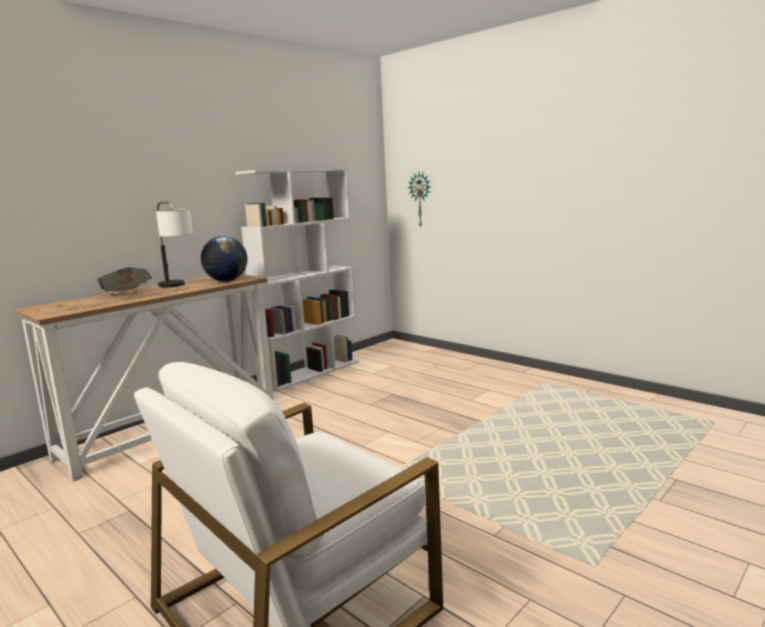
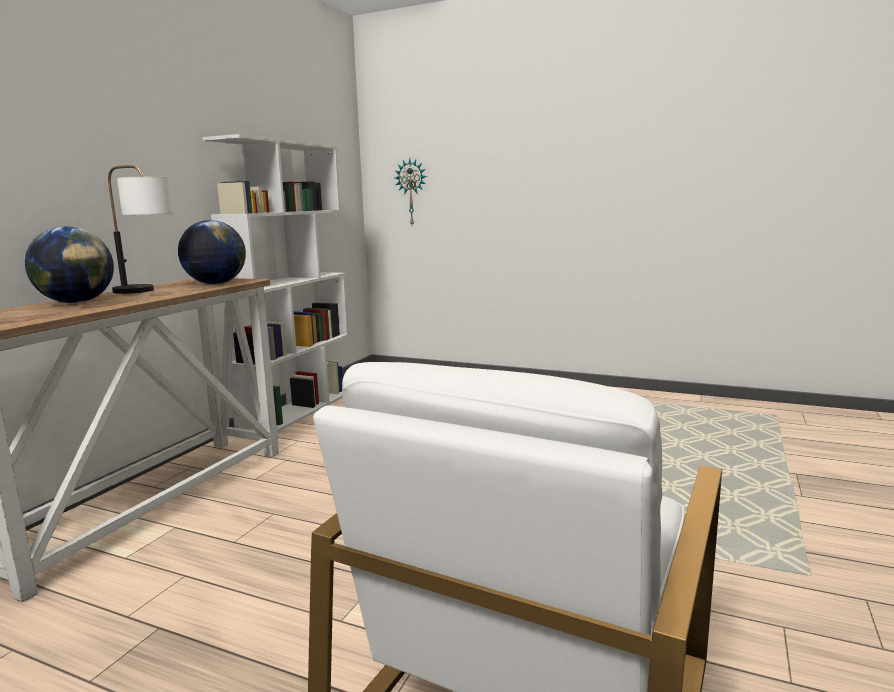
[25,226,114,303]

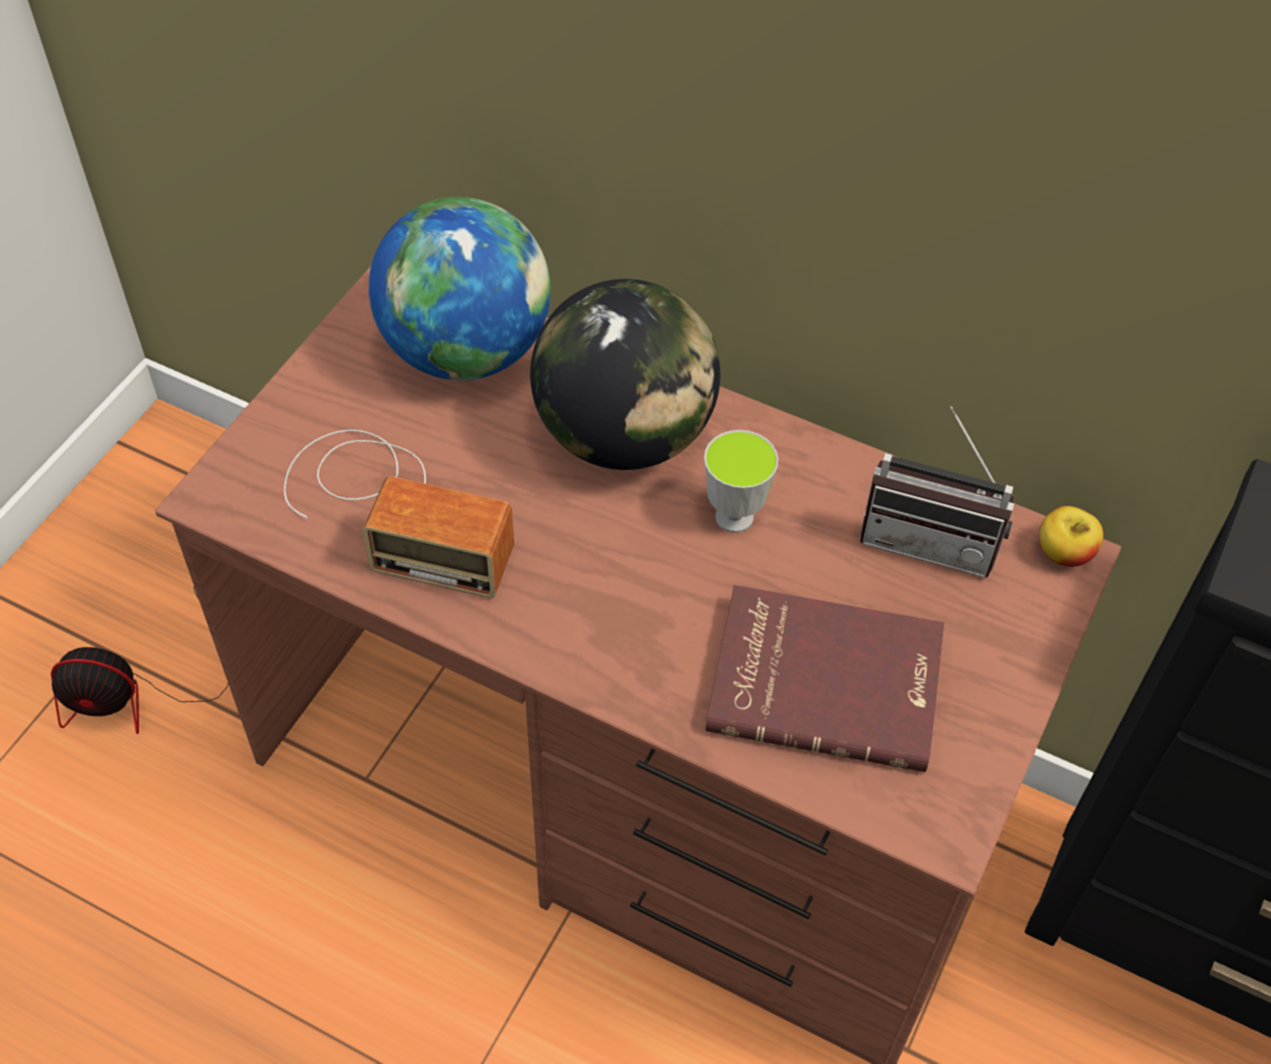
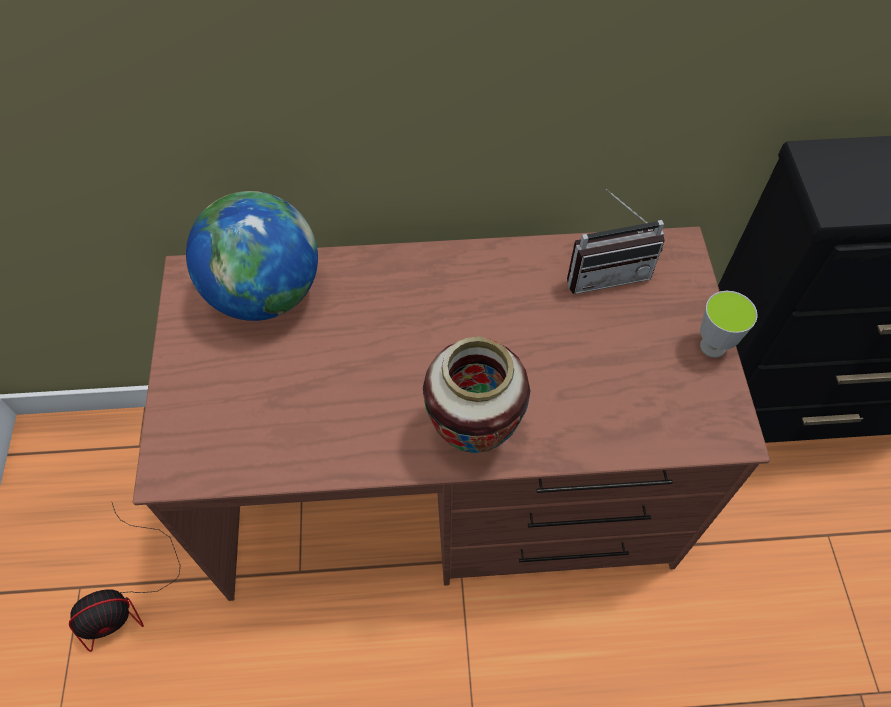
[423,336,530,453]
[700,291,758,358]
[284,430,514,598] (first image)
[530,279,720,470] (first image)
[705,585,944,772] (first image)
[1039,506,1103,567] (first image)

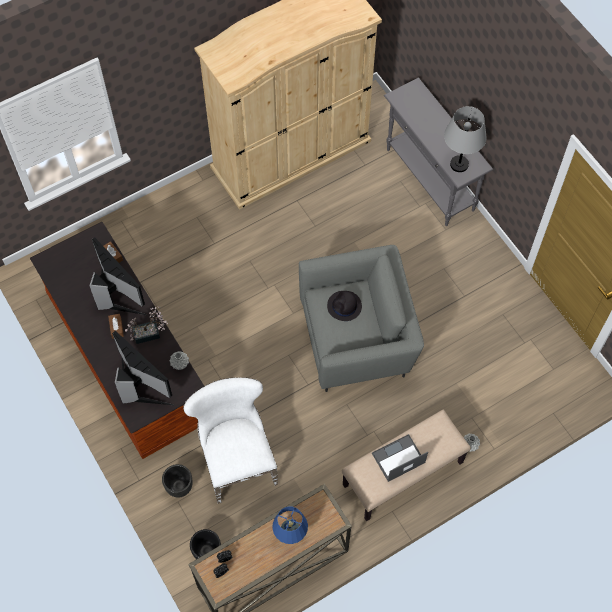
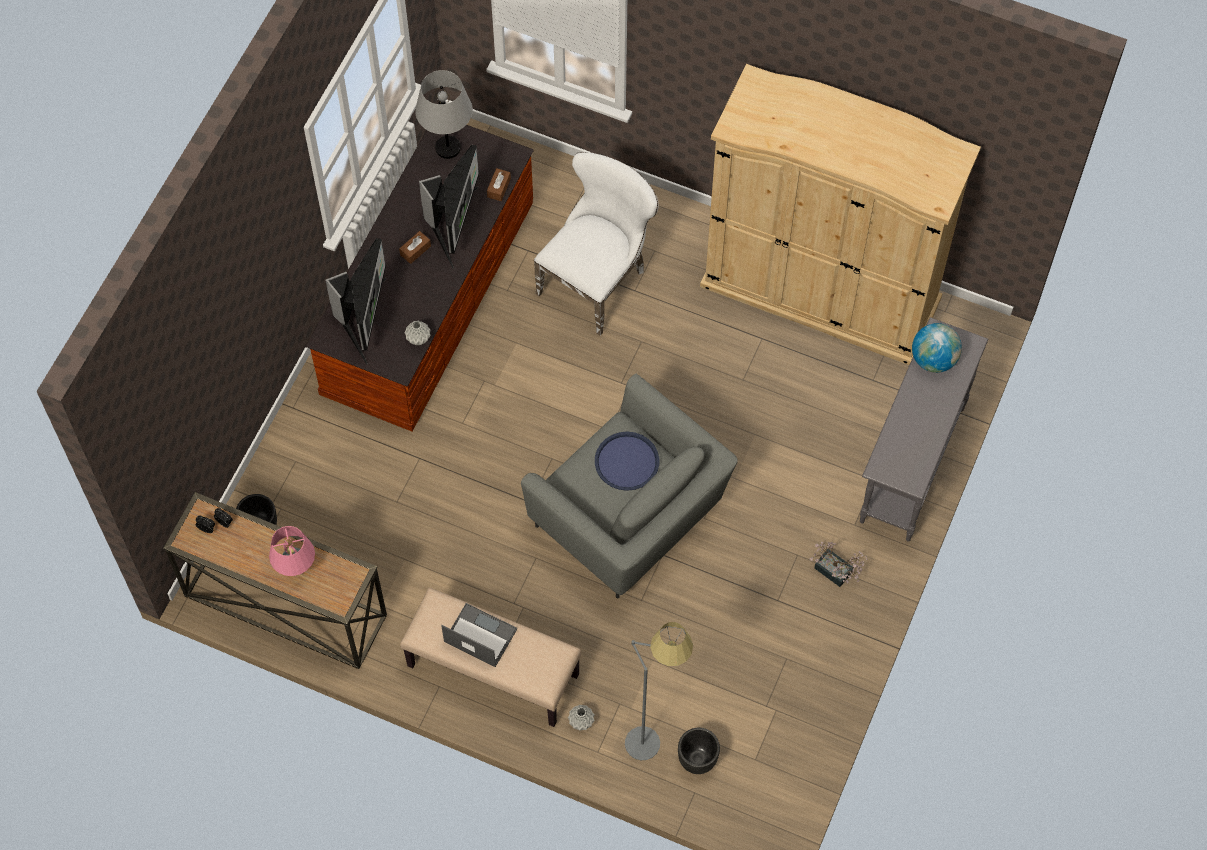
[269,526,315,576]
[415,70,473,159]
[534,152,659,336]
[595,432,659,491]
[625,622,693,760]
[678,728,720,774]
[809,542,867,587]
[912,323,962,373]

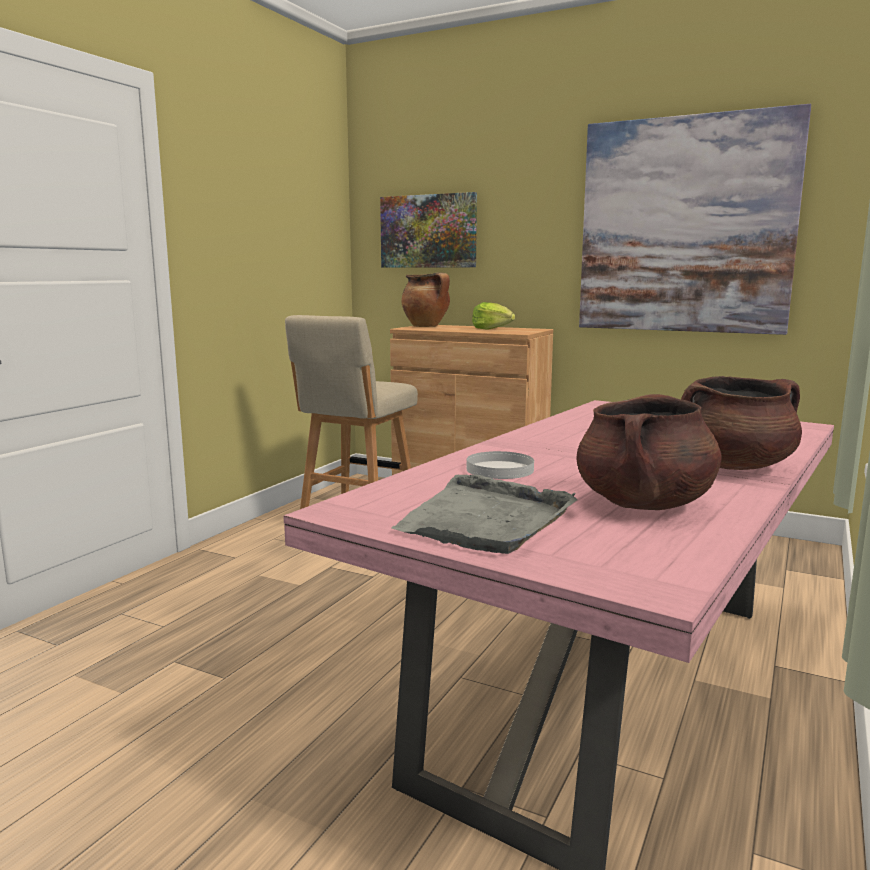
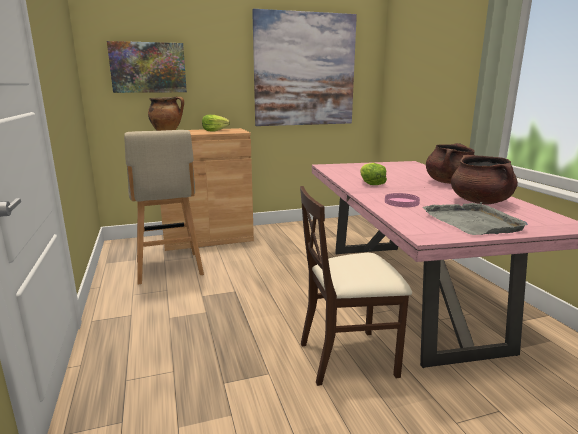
[300,186,412,386]
[360,163,387,185]
[385,193,420,207]

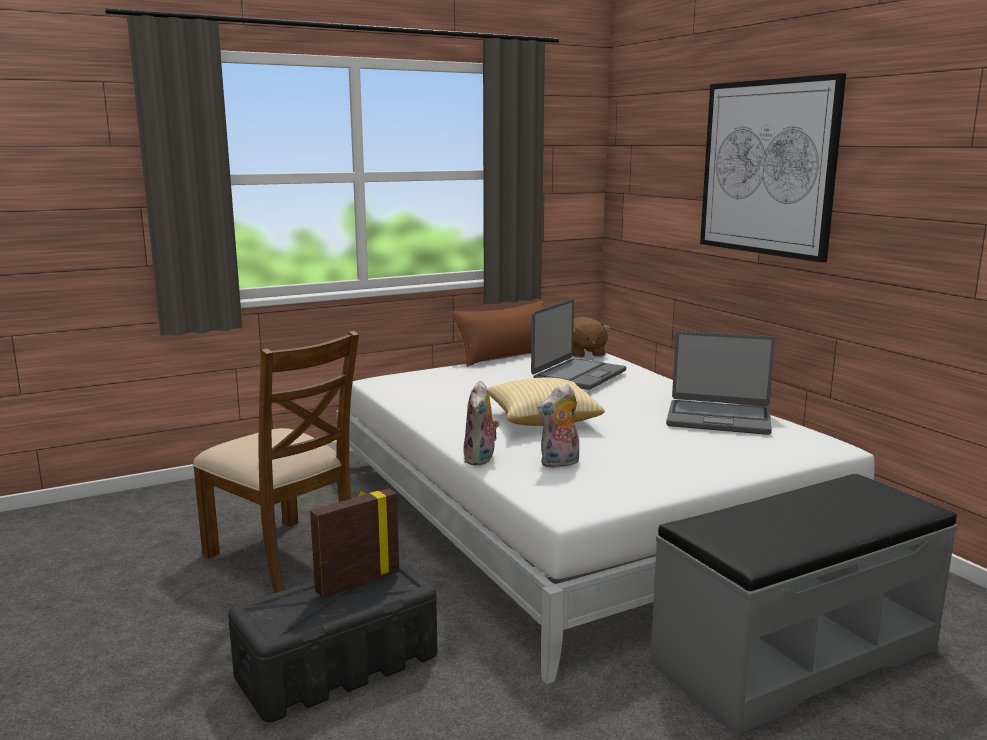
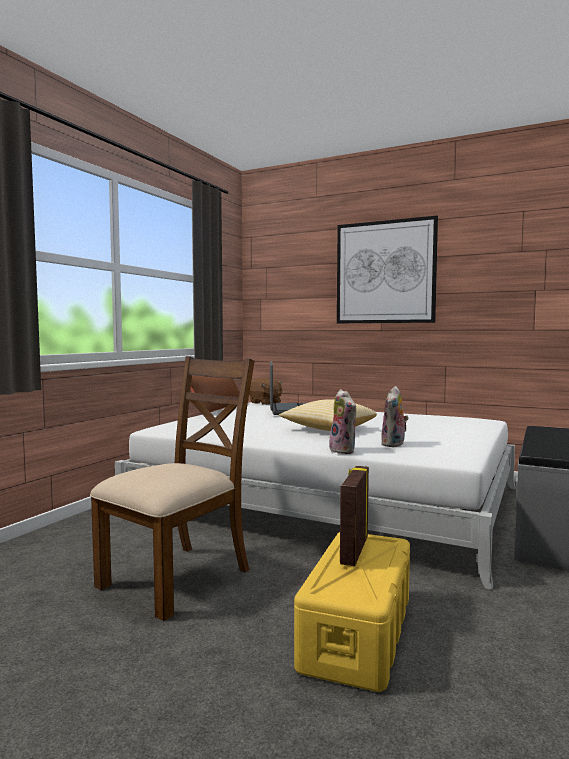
[90,356,255,621]
[294,532,410,692]
[666,331,775,435] (first image)

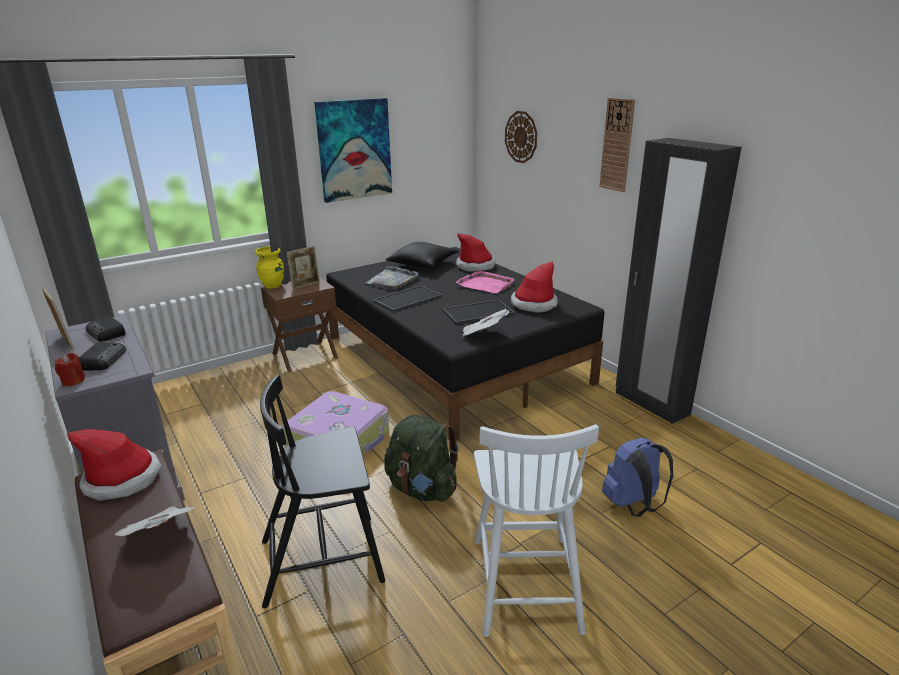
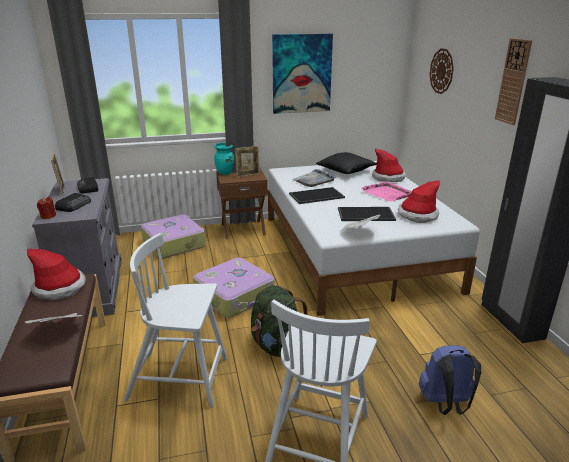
[124,233,227,408]
[141,215,205,258]
[214,143,234,175]
[268,161,480,316]

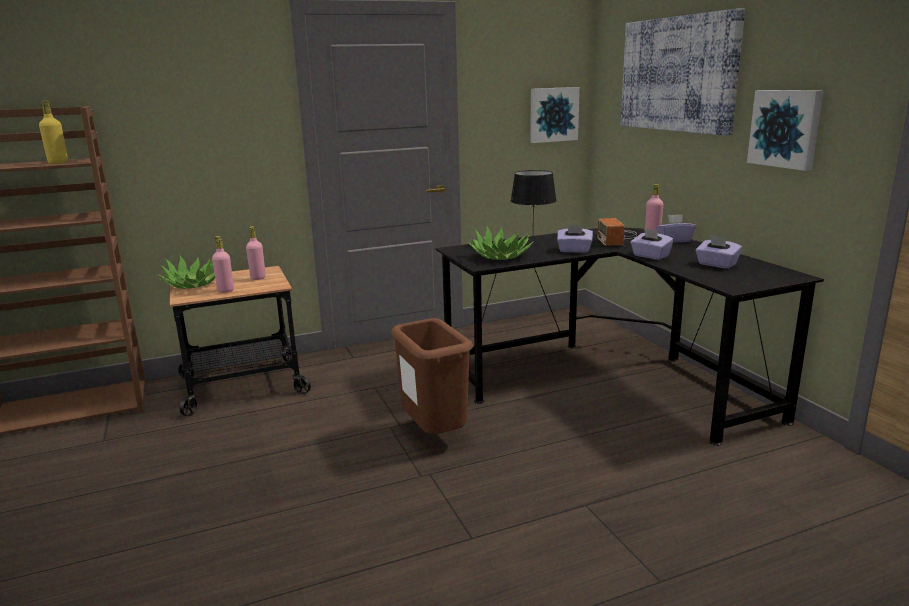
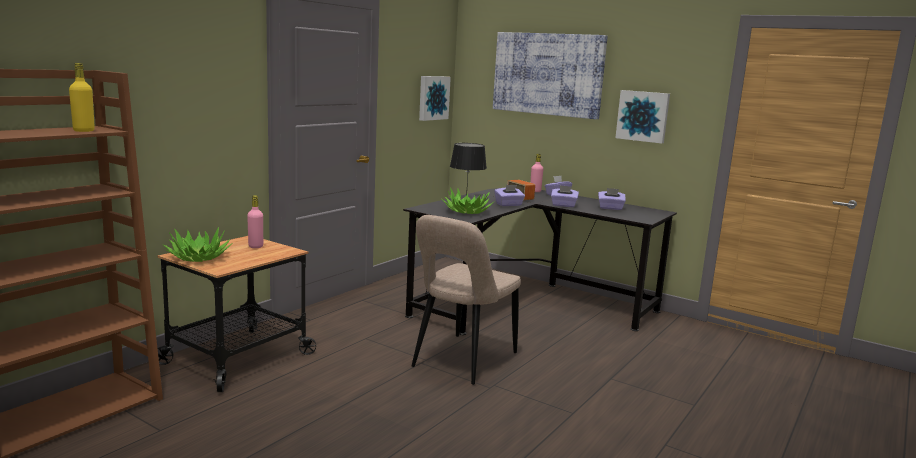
[412,215,521,385]
[212,236,234,293] (first image)

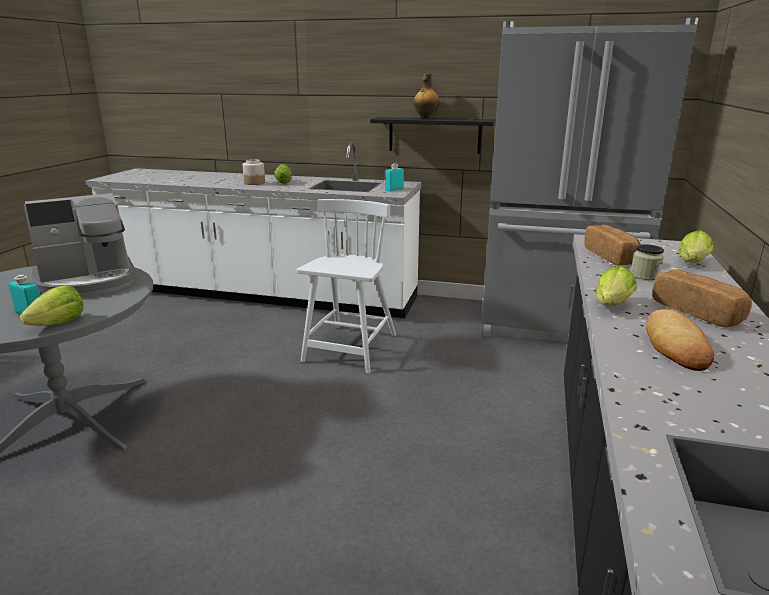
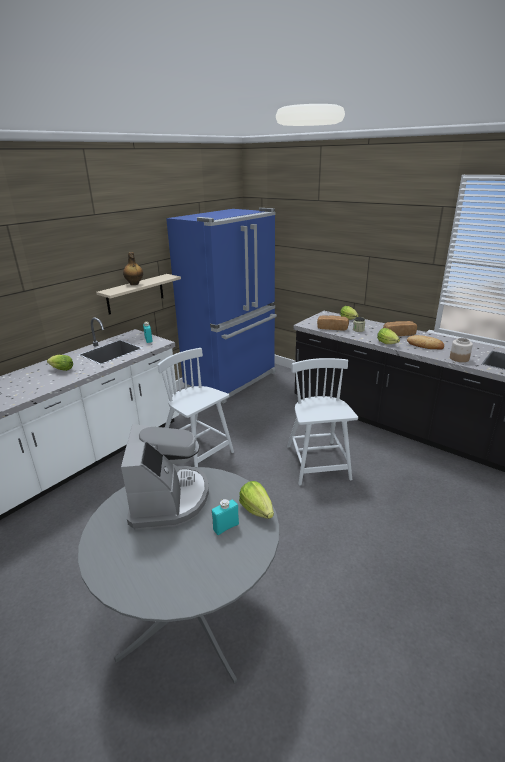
[96,274,181,315]
[166,208,277,403]
[287,358,358,485]
[450,338,473,362]

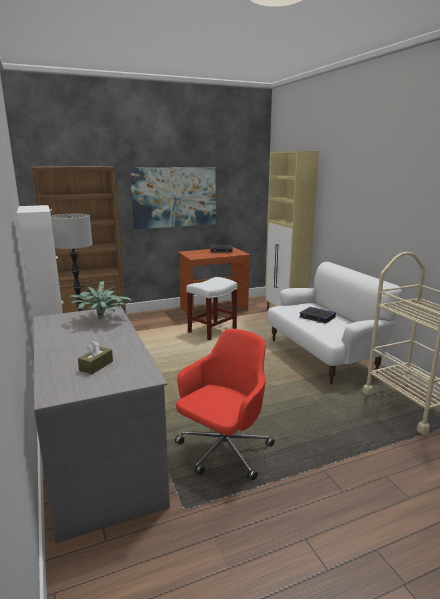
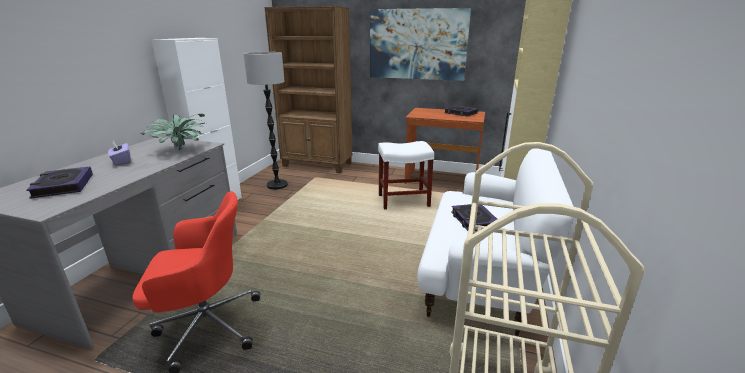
[26,166,93,199]
[108,141,131,166]

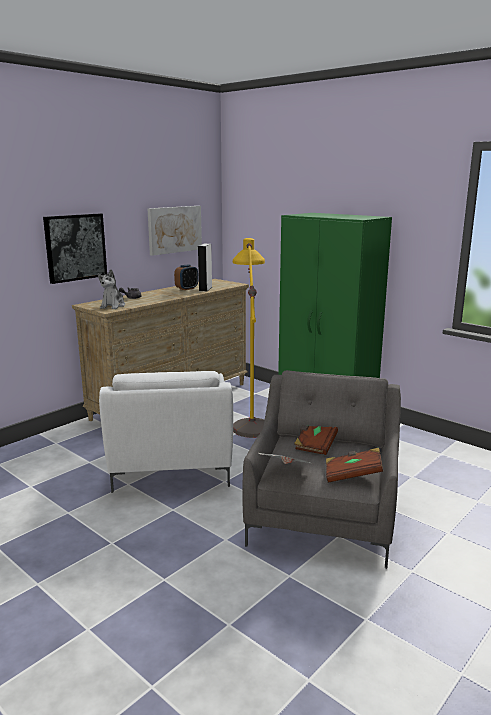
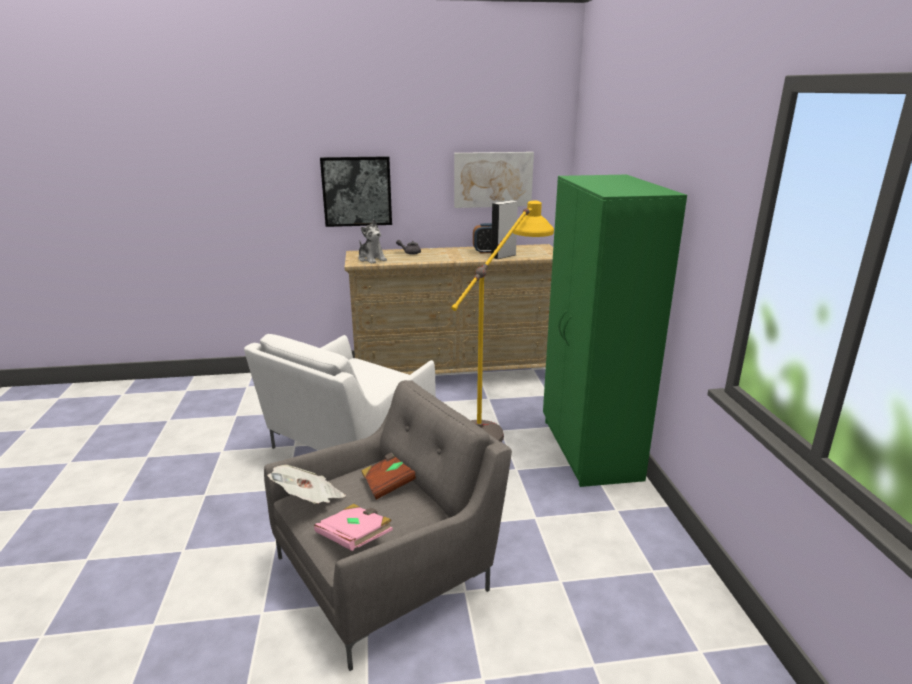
[314,504,393,551]
[358,219,387,263]

